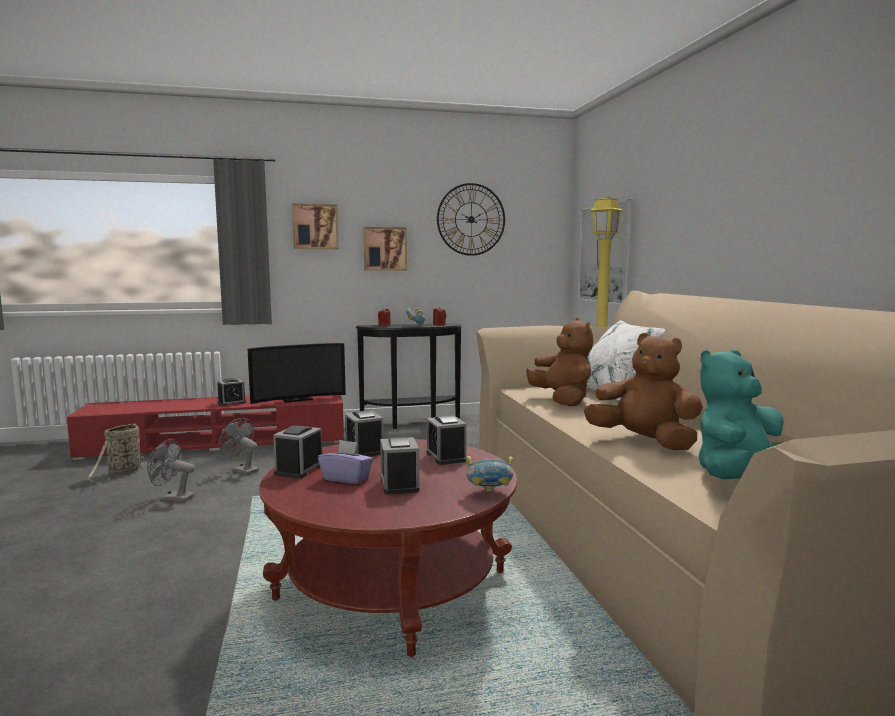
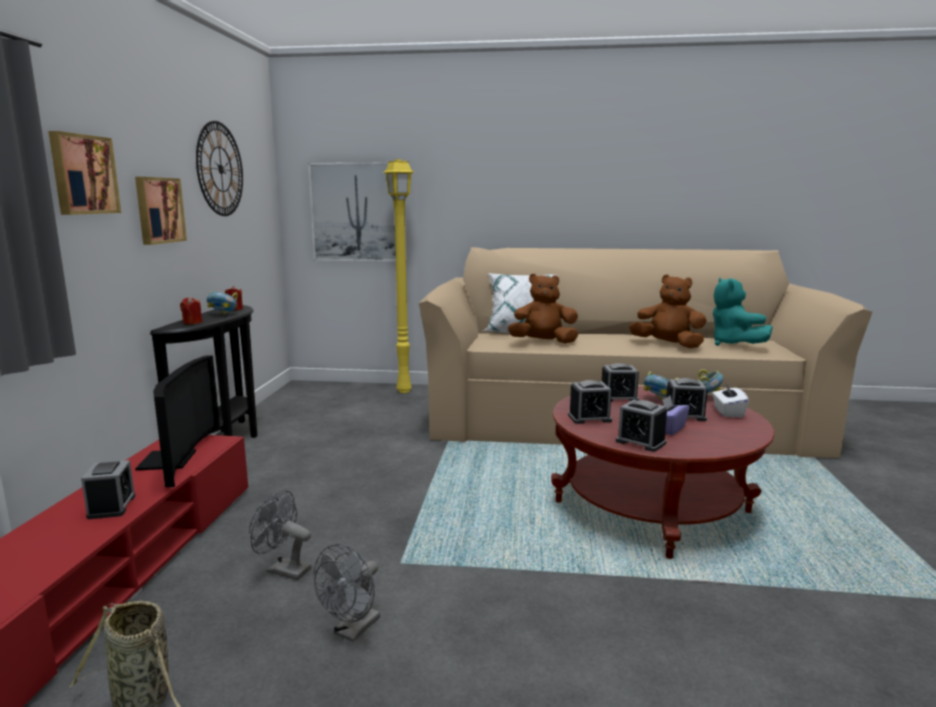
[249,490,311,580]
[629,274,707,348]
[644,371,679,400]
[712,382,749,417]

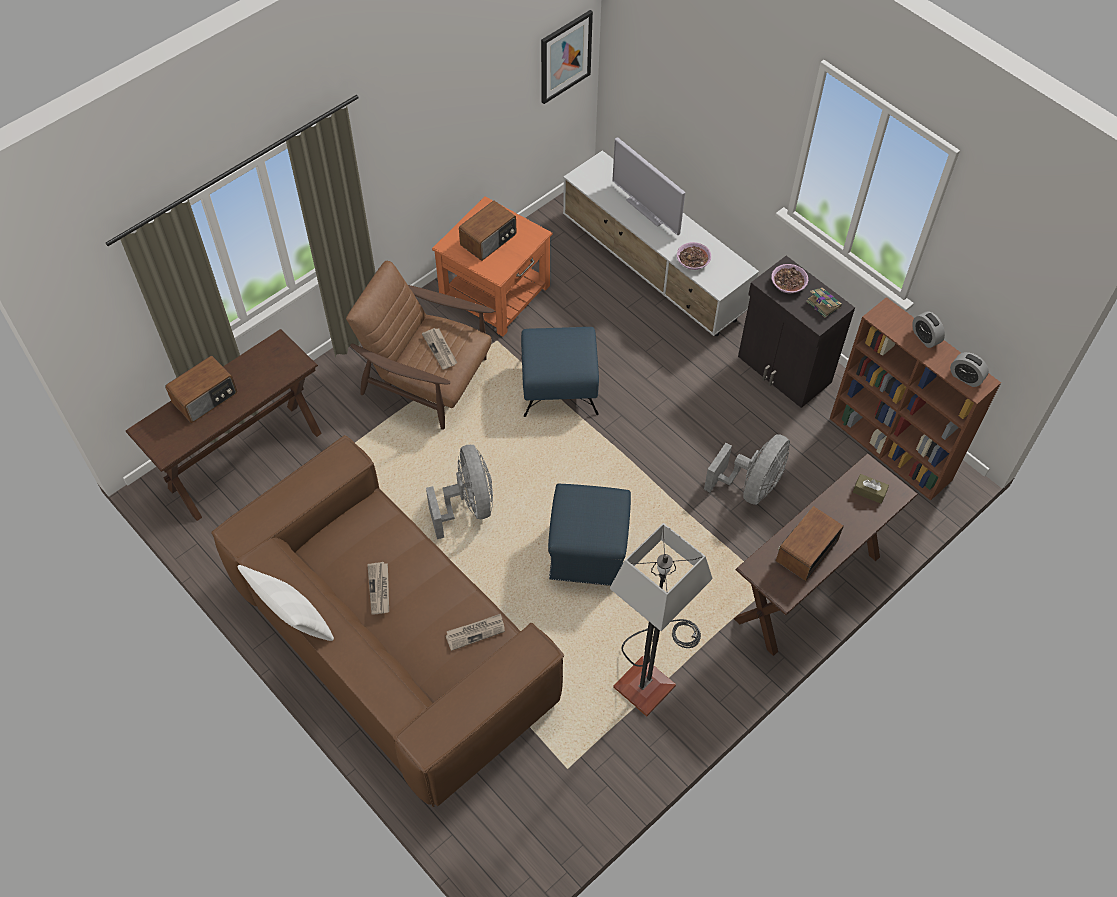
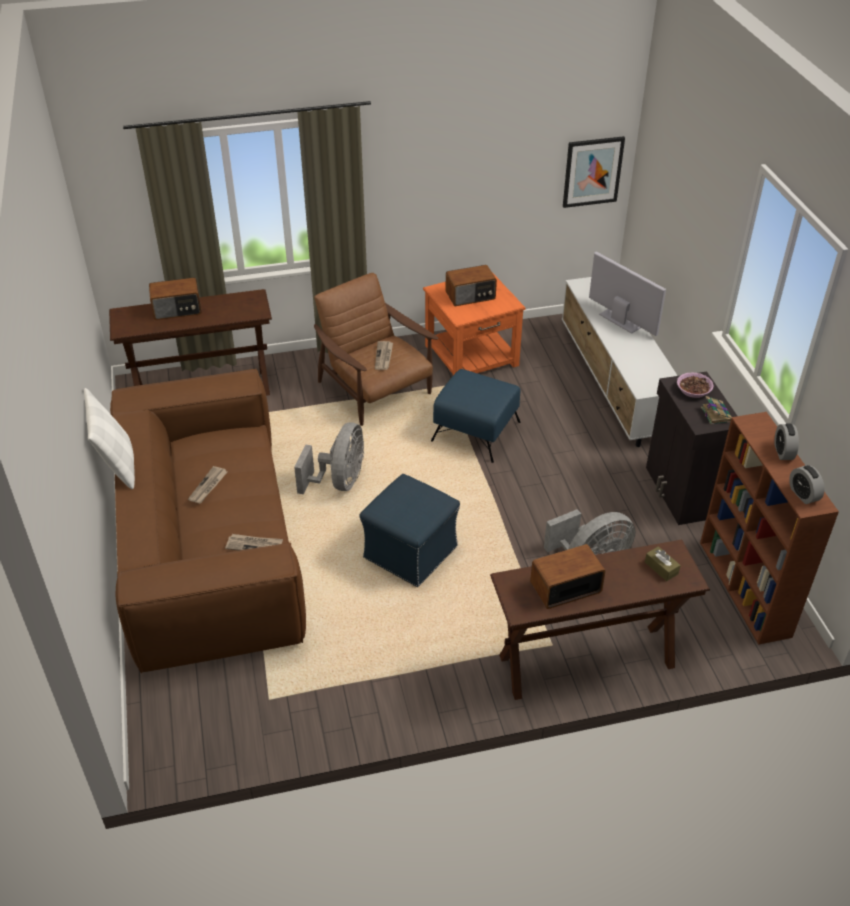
[589,252,666,336]
[609,523,713,717] (first image)
[677,242,711,270] (first image)

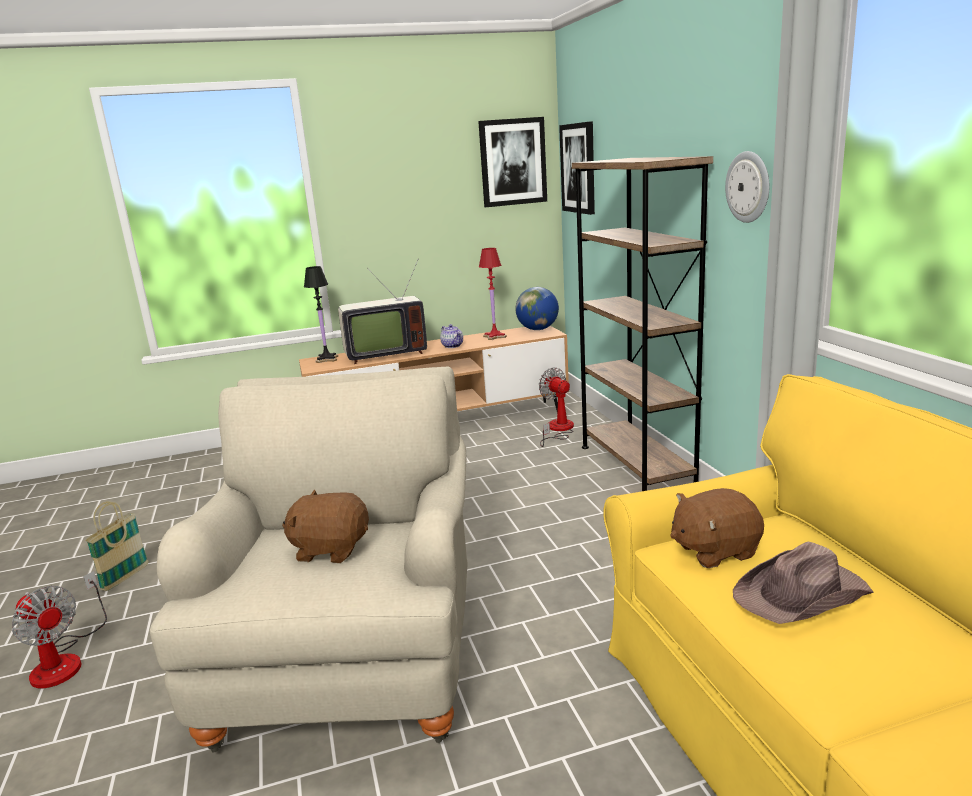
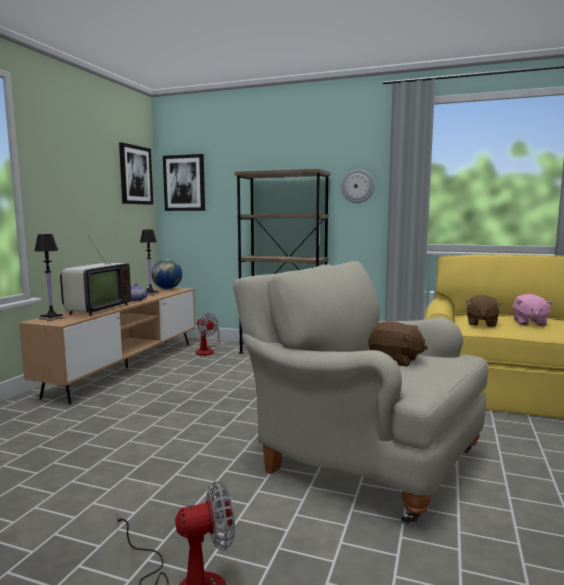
[140,230,160,296]
[196,313,221,356]
[369,321,428,367]
[513,294,553,326]
[85,501,149,591] (first image)

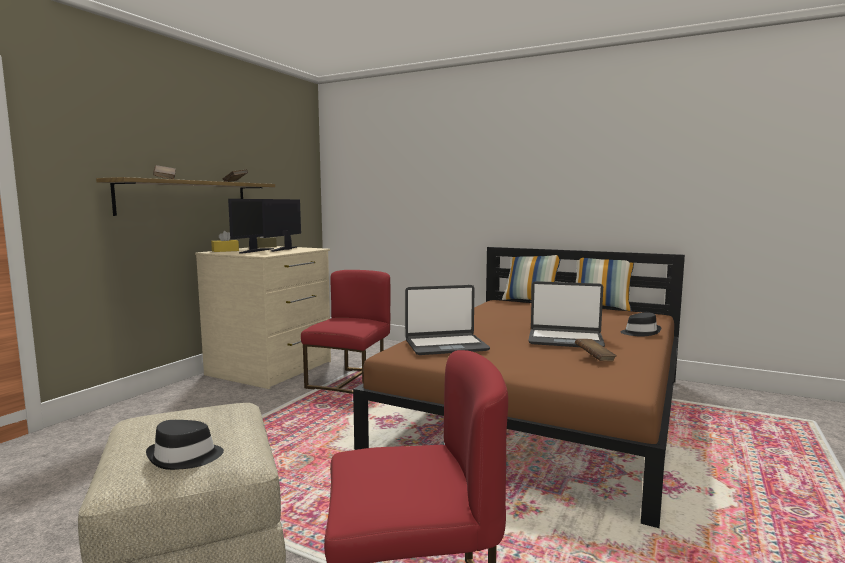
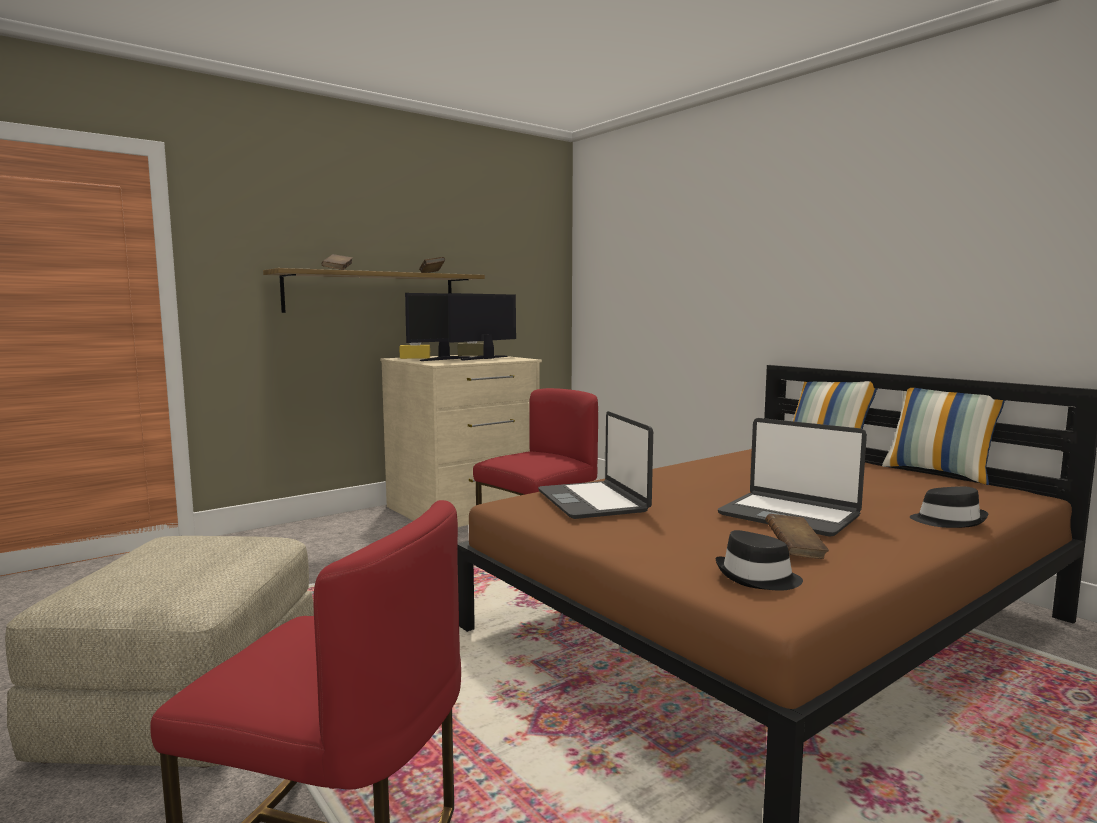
[538,411,653,519]
[716,530,803,591]

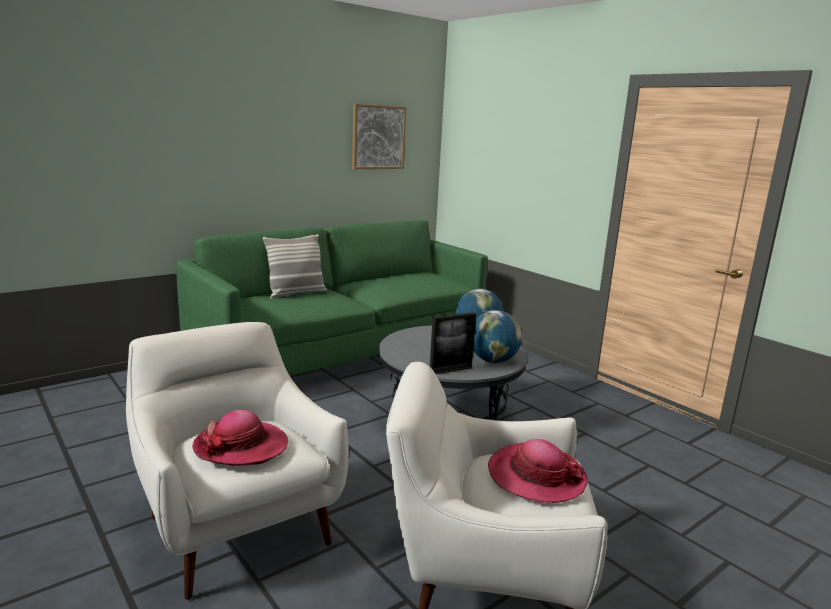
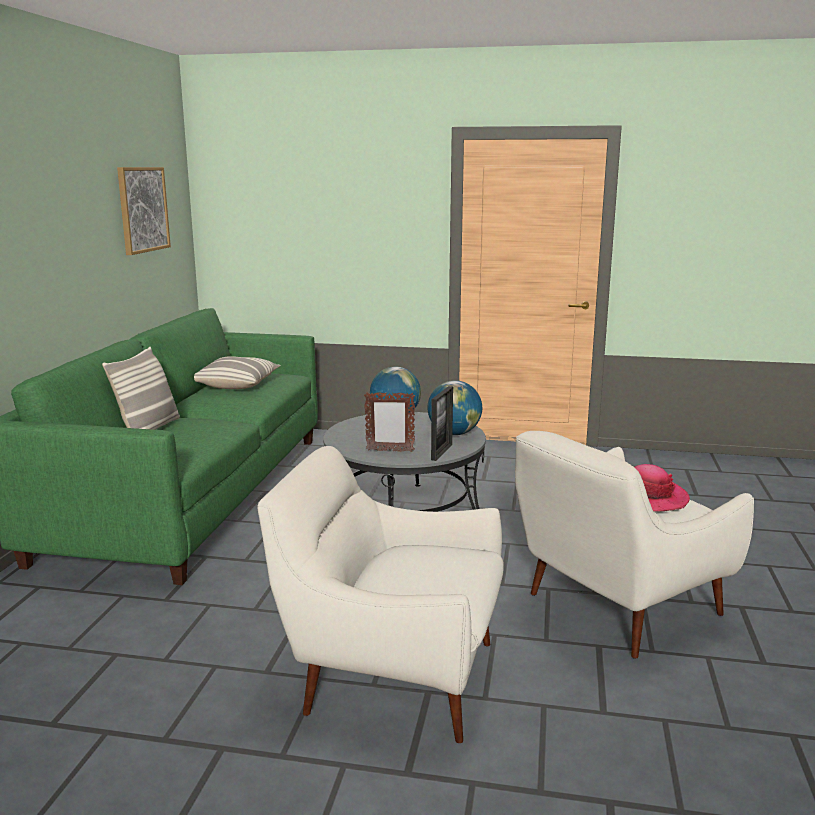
[194,356,281,389]
[364,392,415,452]
[192,410,288,466] (first image)

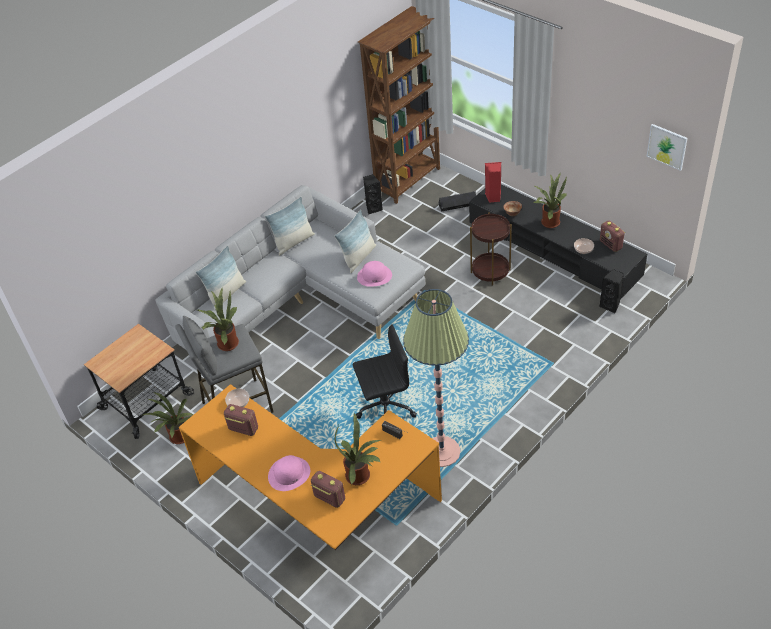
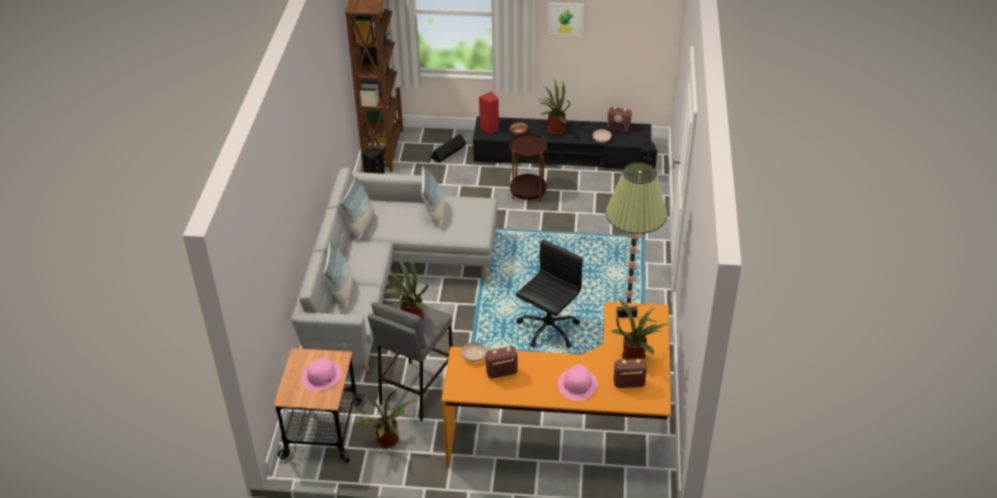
[301,358,342,391]
[548,3,584,35]

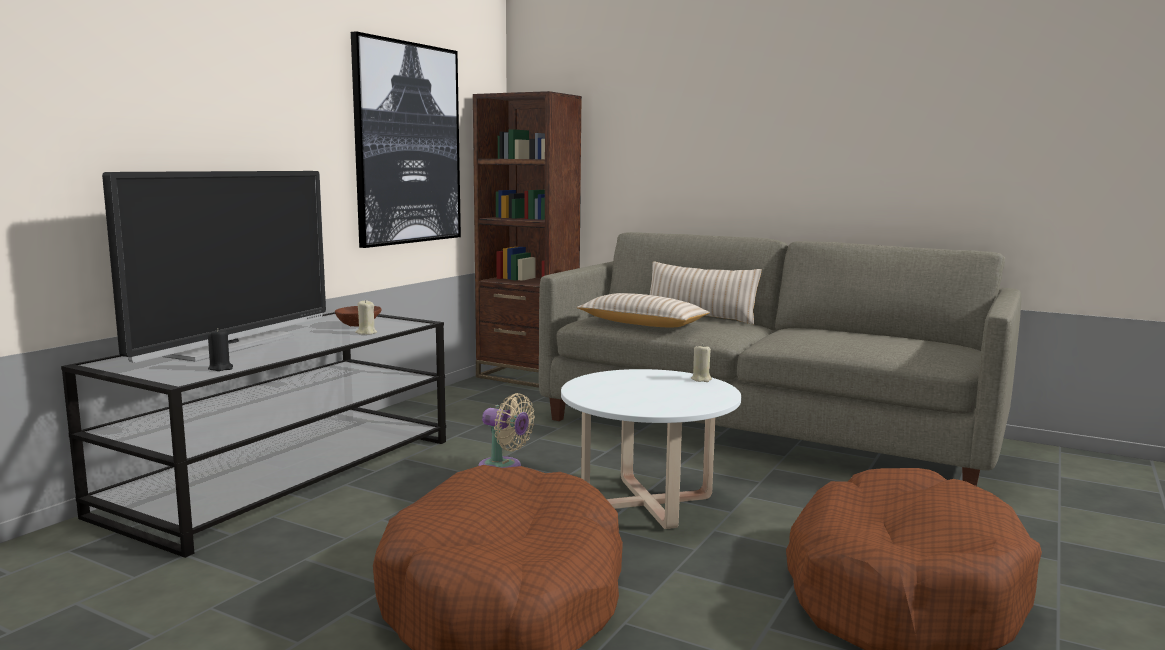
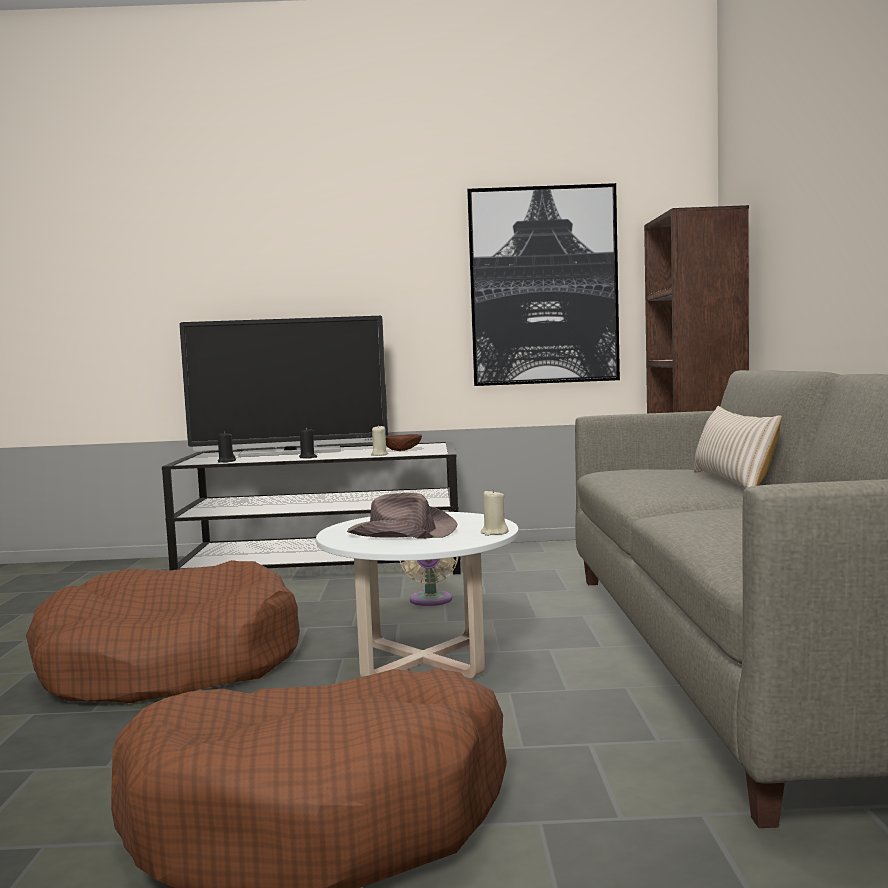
[299,428,317,458]
[347,493,458,539]
[577,293,710,327] (first image)

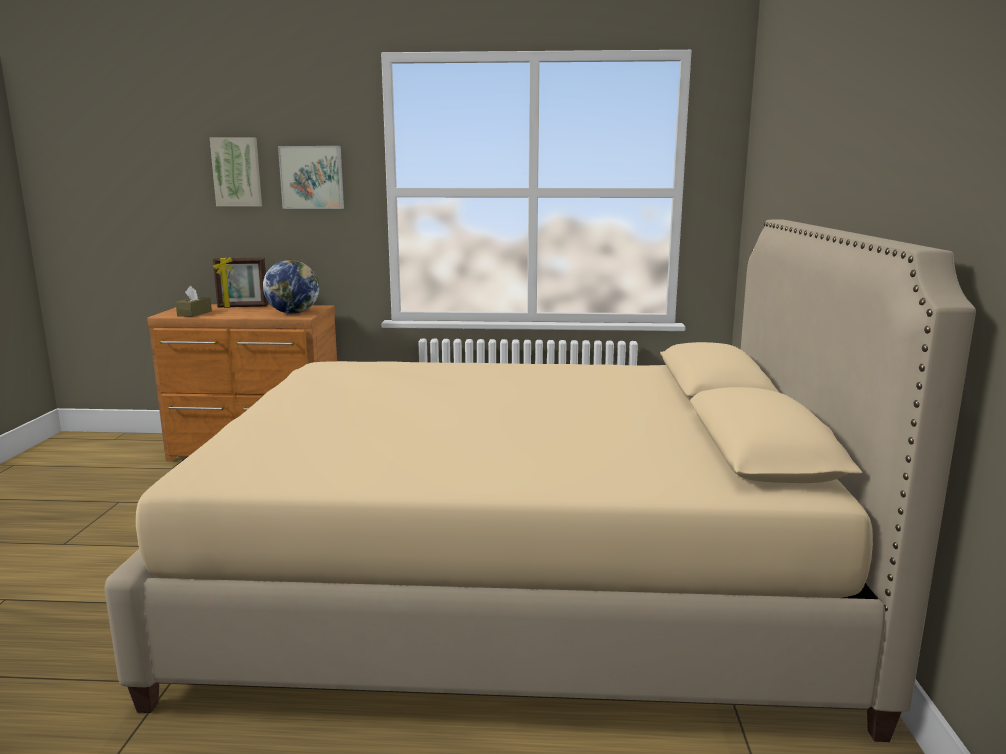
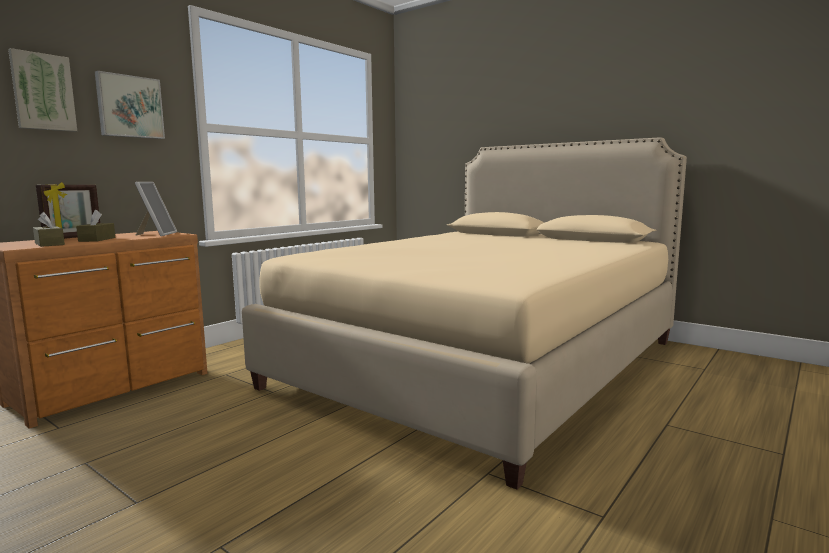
[76,210,115,242]
[135,182,177,236]

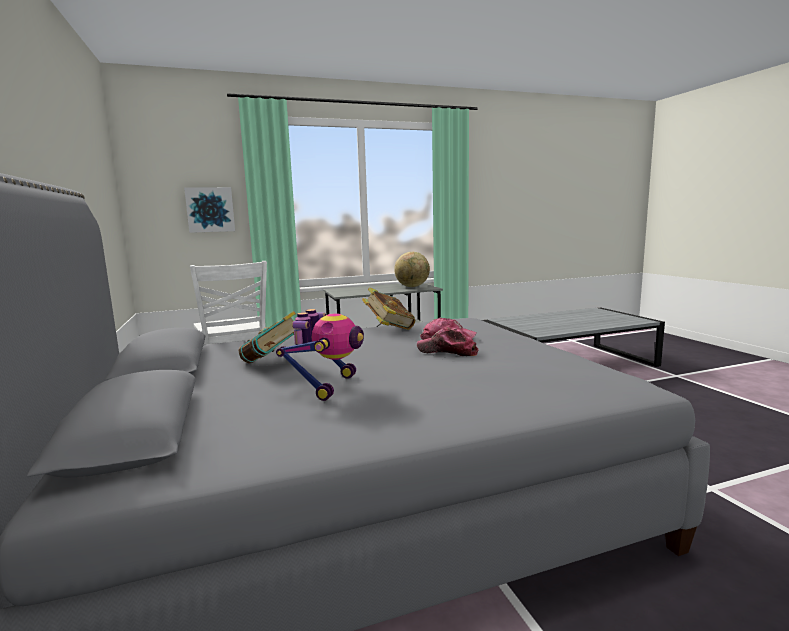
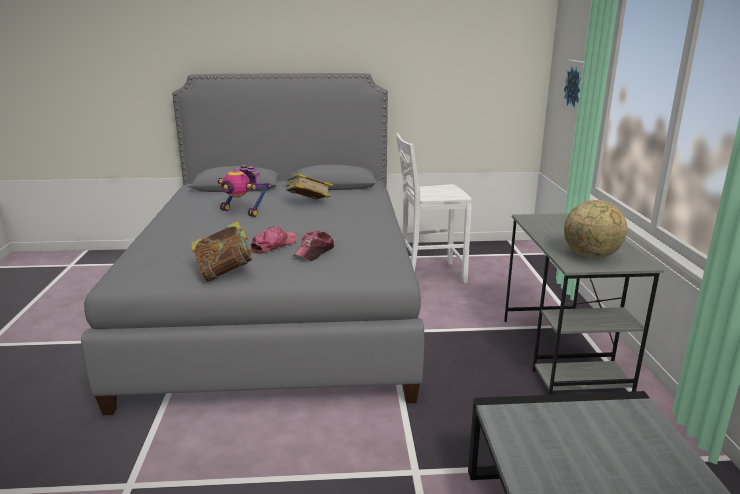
[191,221,256,282]

